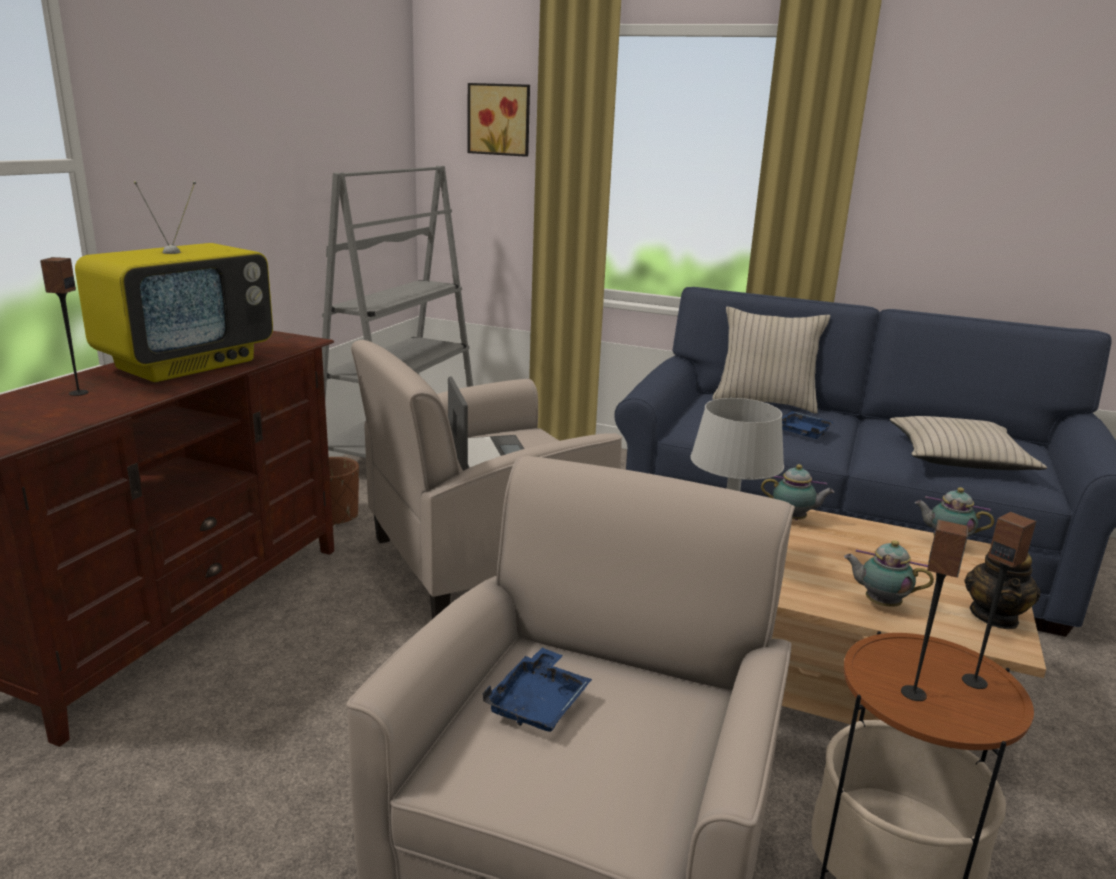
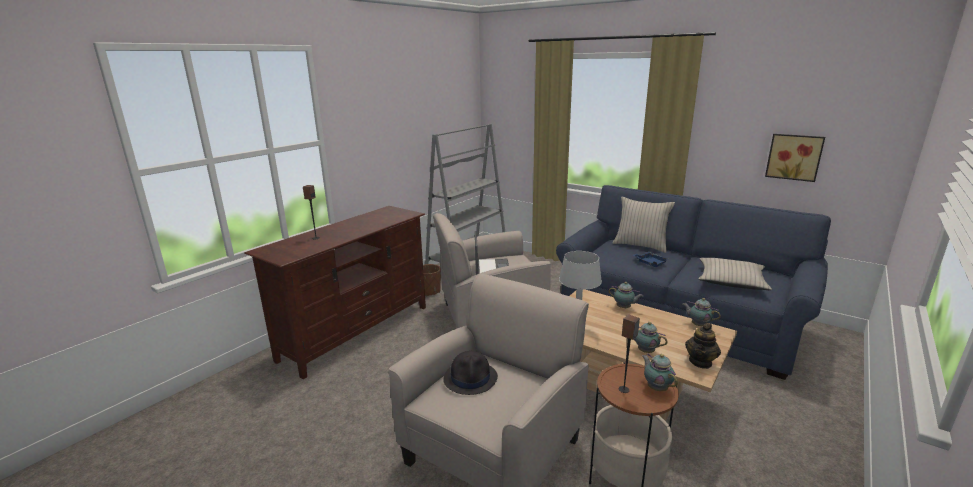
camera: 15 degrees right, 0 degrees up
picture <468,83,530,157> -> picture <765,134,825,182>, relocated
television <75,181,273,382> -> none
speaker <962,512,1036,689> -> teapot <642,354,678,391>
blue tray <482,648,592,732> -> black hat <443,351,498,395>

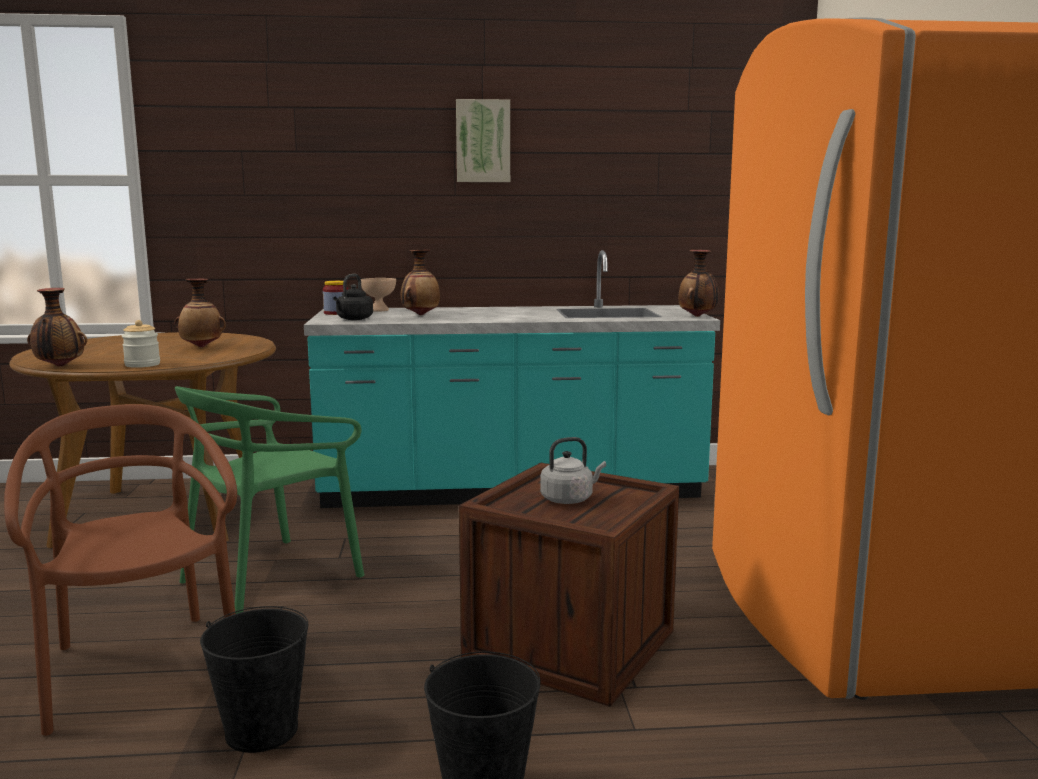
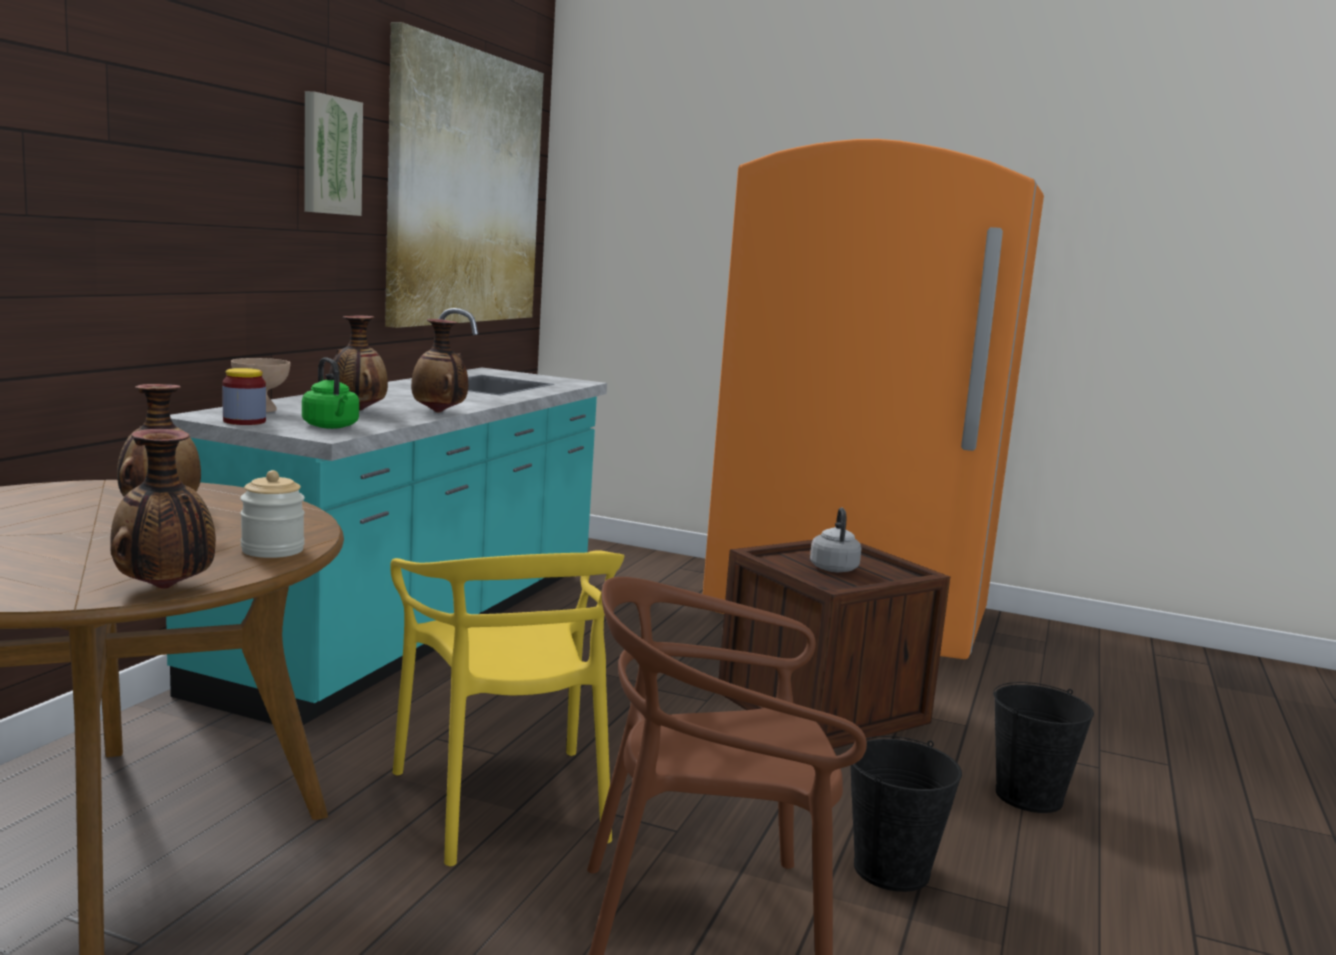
camera: 65 degrees left, 0 degrees up
vase <678,250,719,317> -> vase <411,319,468,413>, relocated
black kettle <333,274,373,320> -> green kettle <302,357,359,429>
green chair <175,386,364,614> -> yellow chair <390,550,625,866>
none -> picture <385,22,544,328>

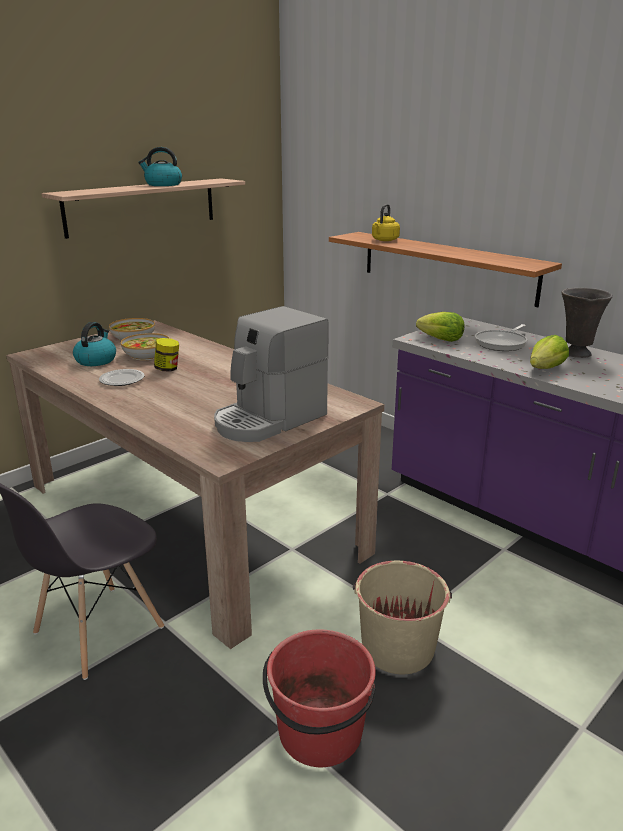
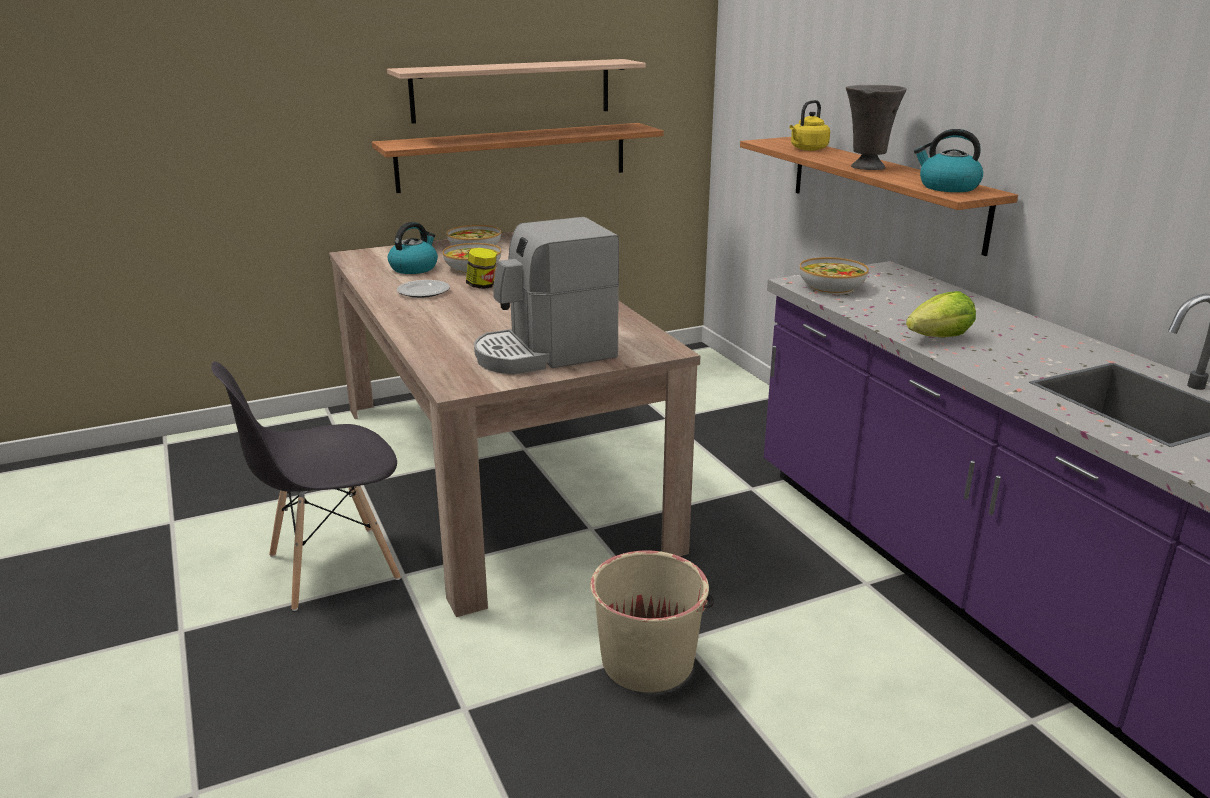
camera: 20 degrees right, 0 degrees up
kettle <138,147,182,186> -> kettle <914,129,983,192>, relocated
grey vase <561,288,613,358> -> grey vase <846,85,906,170>, relocated
lettuce <416,312,465,342> -> bowl <799,257,869,294>
frying pan <475,324,527,351> -> none
red bucket <263,629,376,767> -> none
none -> shelf <372,123,664,193>

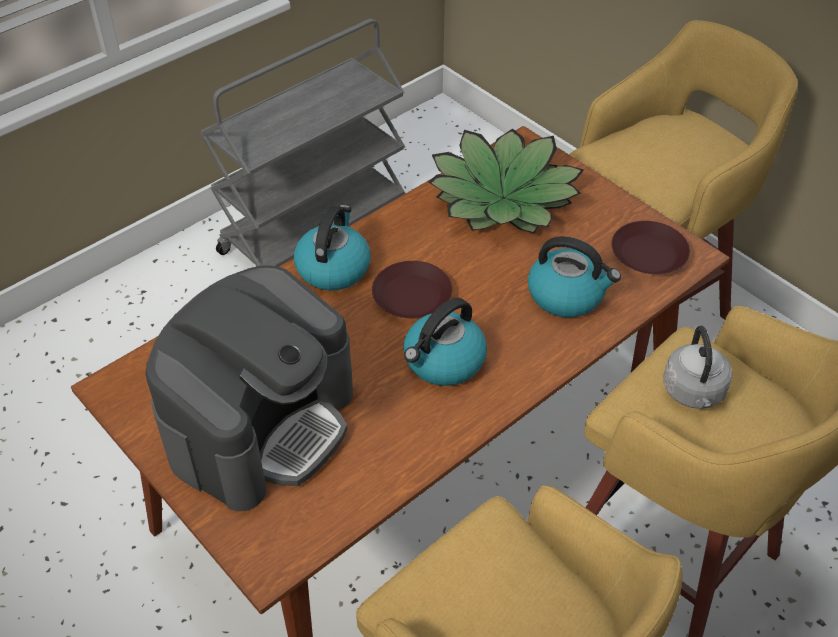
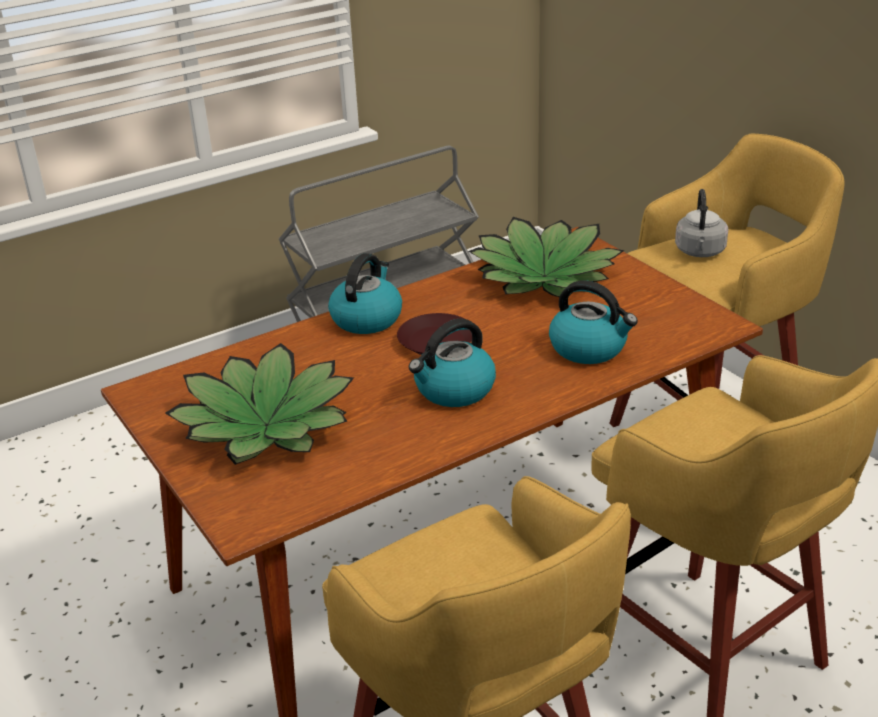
camera: 10 degrees right, 15 degrees down
brown plate <612,221,690,274> -> none
coffee machine <145,265,353,511> -> potted plant <165,343,354,465>
grey kettle <663,326,732,409> -> grey kettle <675,189,728,257>, relocated

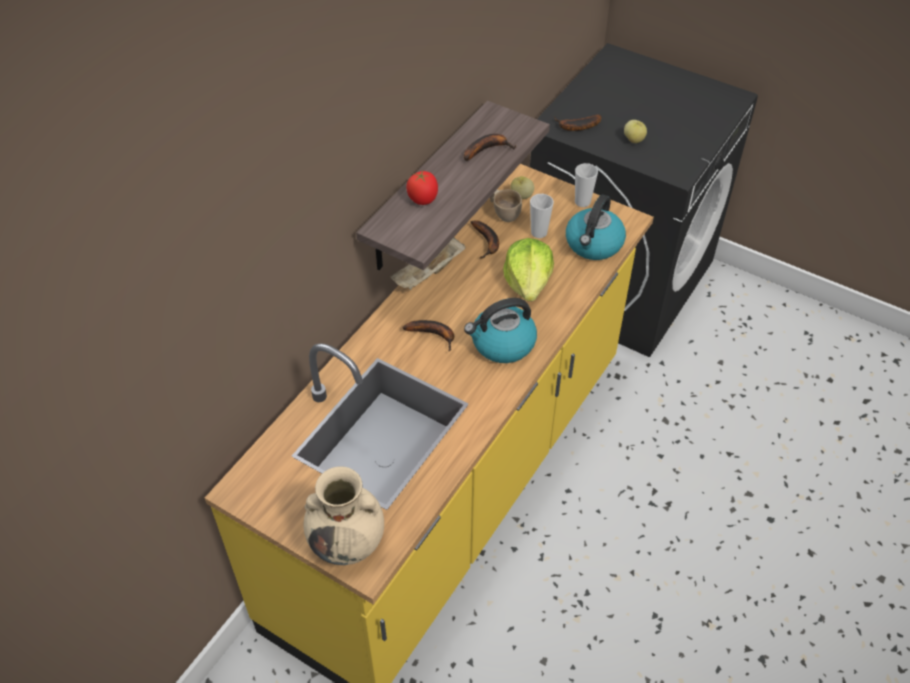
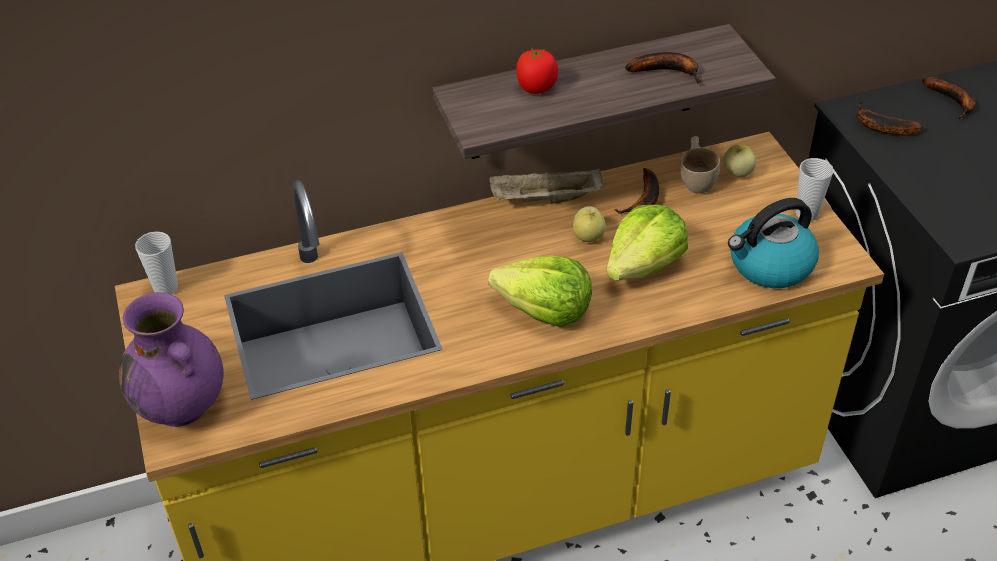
camera: 40 degrees right, 5 degrees down
apple <624,120,647,143> -> apple <573,206,606,242>, relocated
cup <530,194,554,238> -> cup <135,231,178,295>, relocated
kettle <464,298,537,363> -> lettuce <488,256,592,327>
banana <403,320,454,351> -> banana <922,77,976,119>, relocated
beige vase <304,466,384,565> -> purple vase <119,292,224,427>

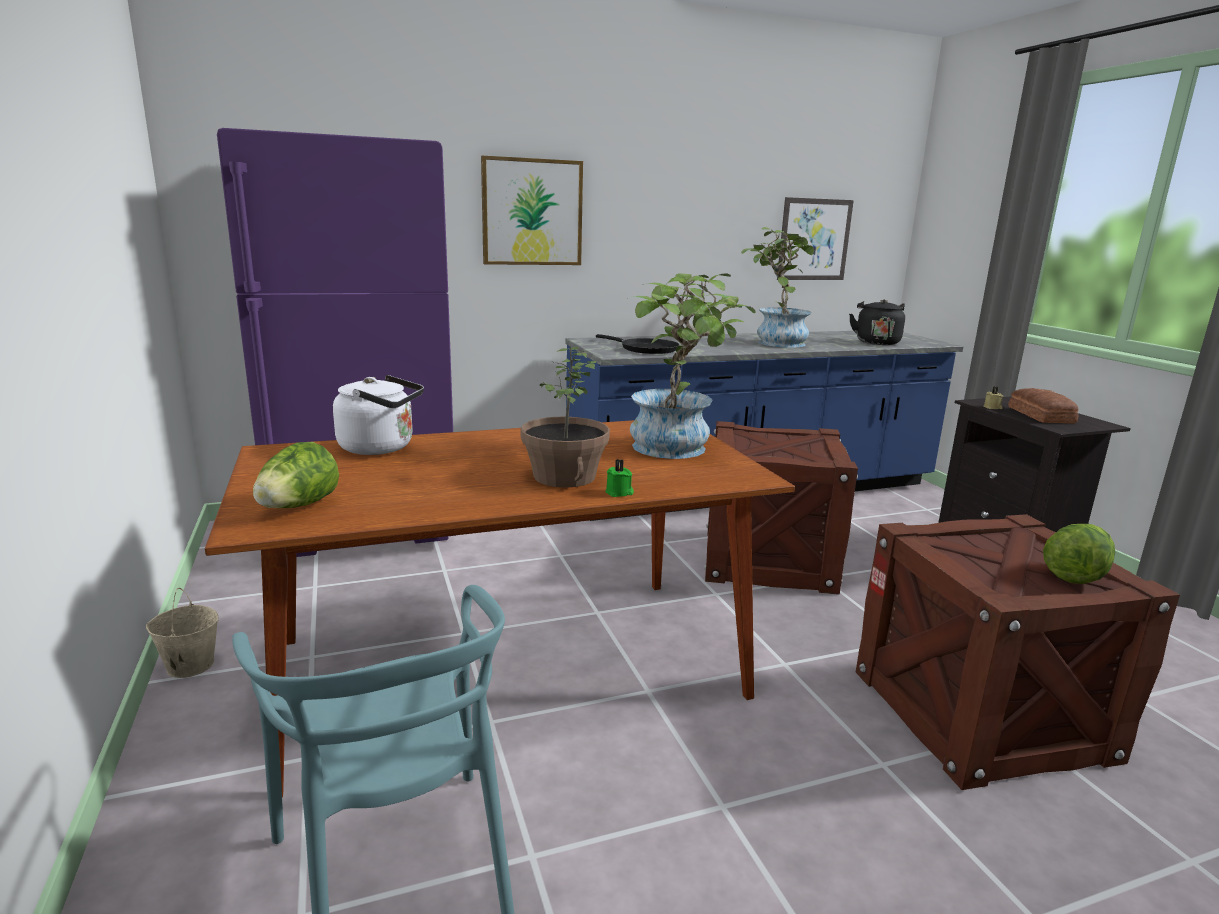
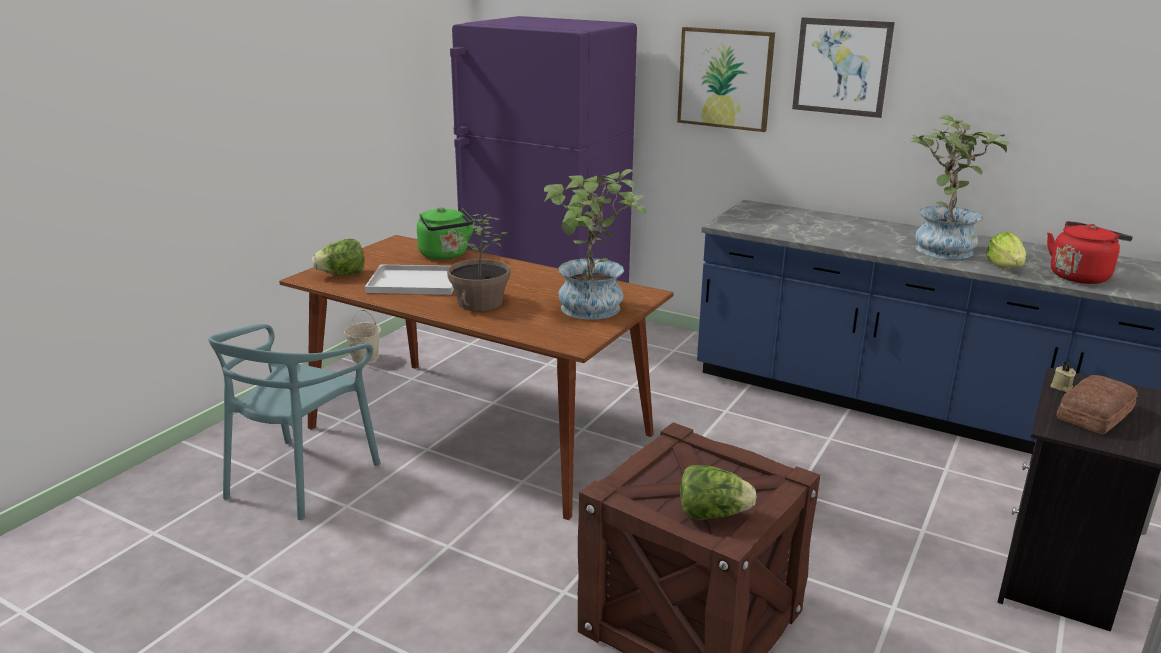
camera: 50 degrees right, 5 degrees up
picture <777,197,854,280> -> picture <792,17,895,118>, relocated
black kettle <849,299,905,345> -> red kettle <1047,221,1133,284>
black frying pan <596,334,679,354> -> none
white kettle <333,375,424,455> -> green kettle <417,207,475,260>
crate <704,421,858,595> -> none
green candle <605,459,634,497> -> none
none -> lettuce <986,231,1026,268>
none -> white tray <365,264,454,295>

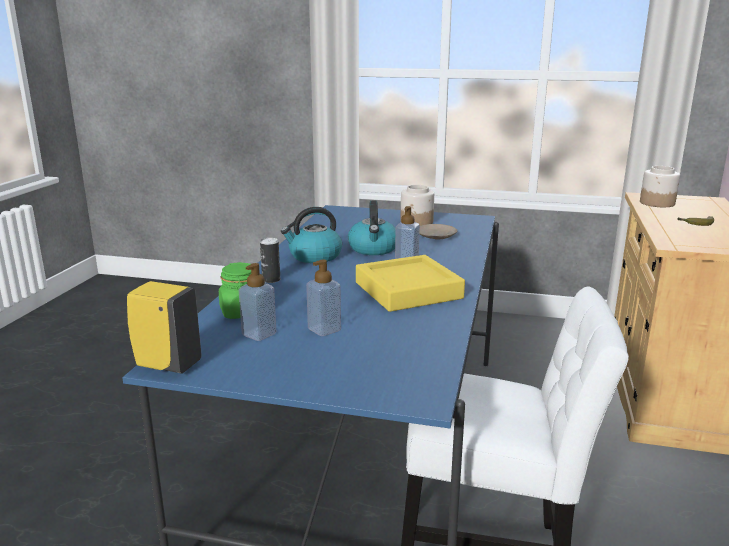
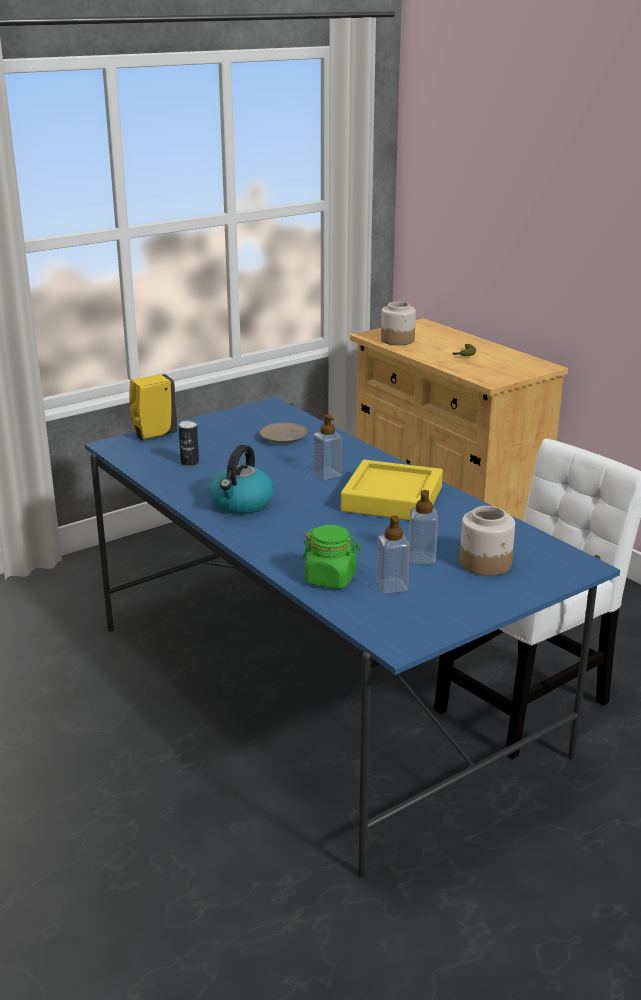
camera: 50 degrees left, 5 degrees up
jar <400,185,434,226> -> jar <460,506,515,576>, relocated
kettle <348,201,396,255> -> none
can <260,238,280,283> -> can <178,420,199,466>, relocated
yellow soap dispenser <127,281,202,374> -> yellow soap dispenser <129,374,177,440>, relocated

